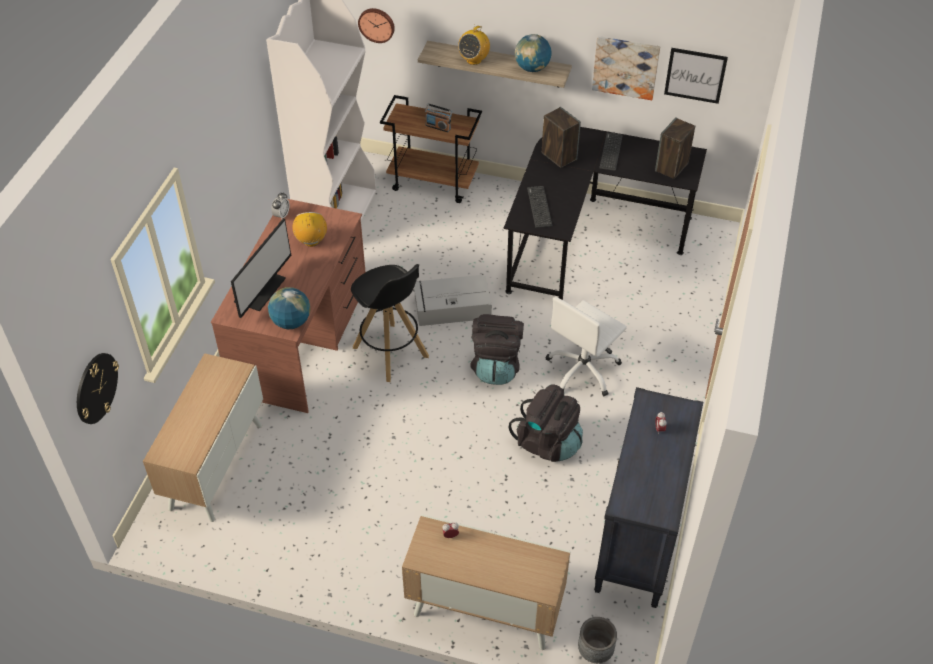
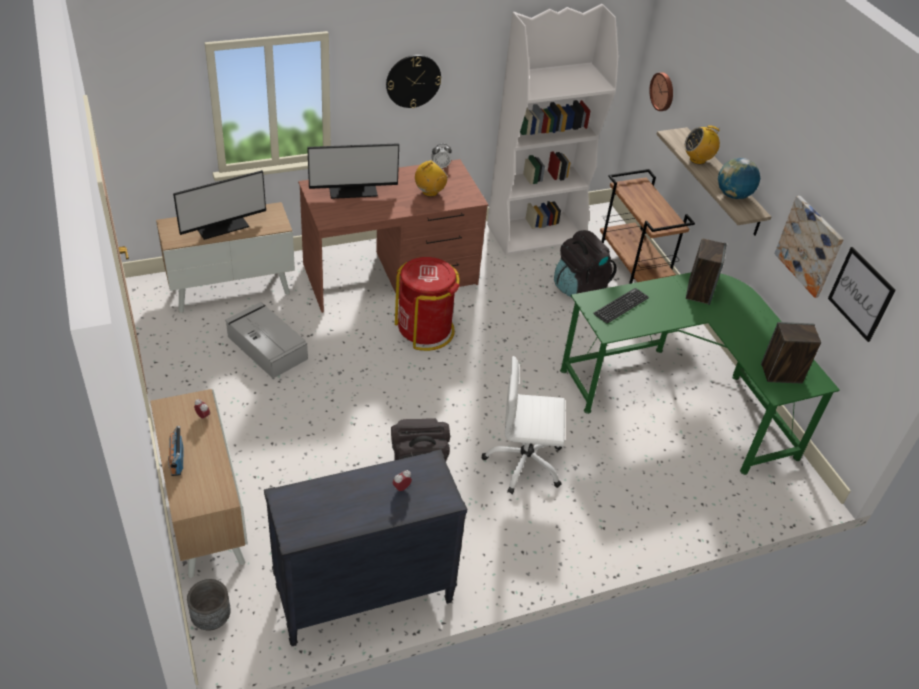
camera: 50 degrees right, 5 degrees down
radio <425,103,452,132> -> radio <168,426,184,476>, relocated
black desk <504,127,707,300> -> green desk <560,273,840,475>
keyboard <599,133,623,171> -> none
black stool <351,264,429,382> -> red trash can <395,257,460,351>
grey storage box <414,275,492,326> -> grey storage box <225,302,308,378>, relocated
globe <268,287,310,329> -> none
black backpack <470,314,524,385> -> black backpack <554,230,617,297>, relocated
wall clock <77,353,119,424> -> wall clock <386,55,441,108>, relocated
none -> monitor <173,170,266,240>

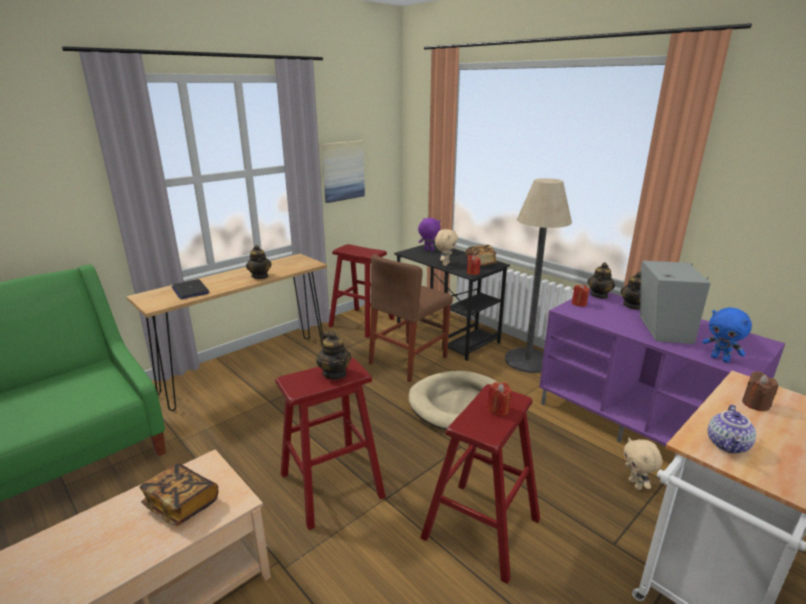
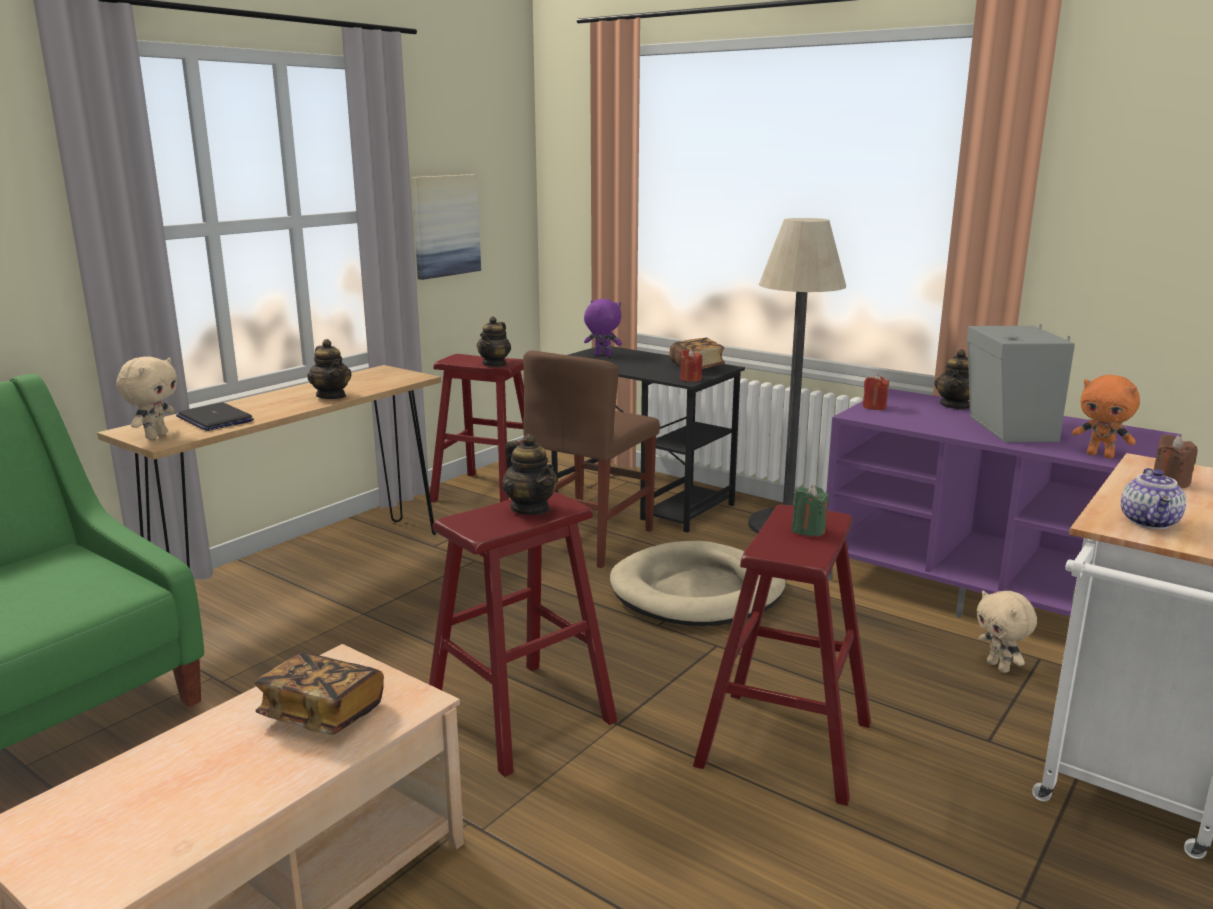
camera: 10 degrees left, 5 degrees down
beige plush toy <435,229,458,266> -> beige plush toy <116,356,177,439>, relocated
teapot <587,262,615,299> -> teapot <477,316,511,367>, relocated
blue plush toy <702,307,752,363> -> orange plush toy <1072,375,1140,458>
red candle <487,382,512,416> -> green candle <792,485,829,537>

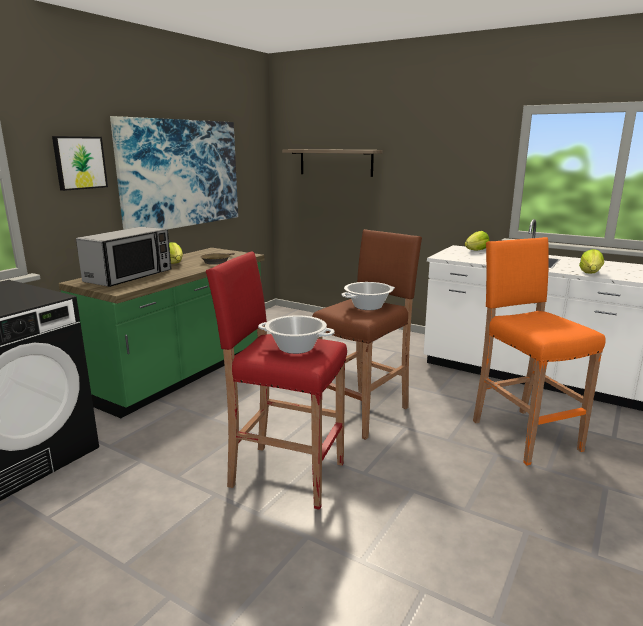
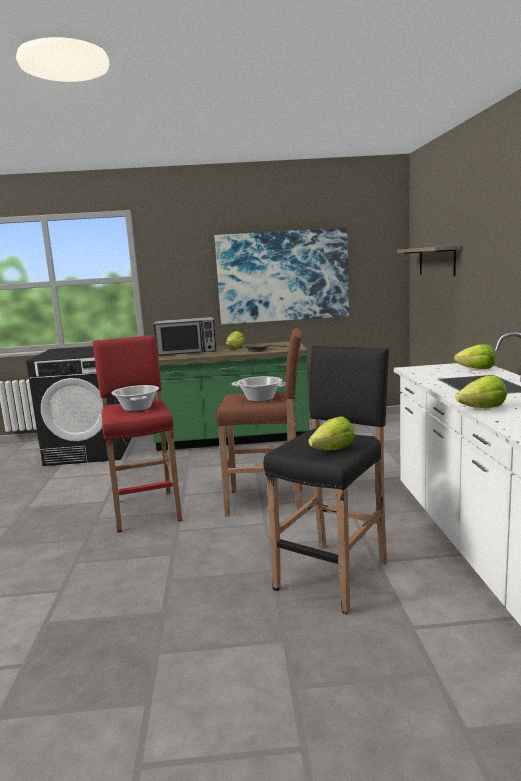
camera: 55 degrees right, 5 degrees down
picture <52,136,108,191> -> none
orange stool <473,237,606,465> -> black stool <263,346,389,614>
none -> lettuce <308,416,354,450>

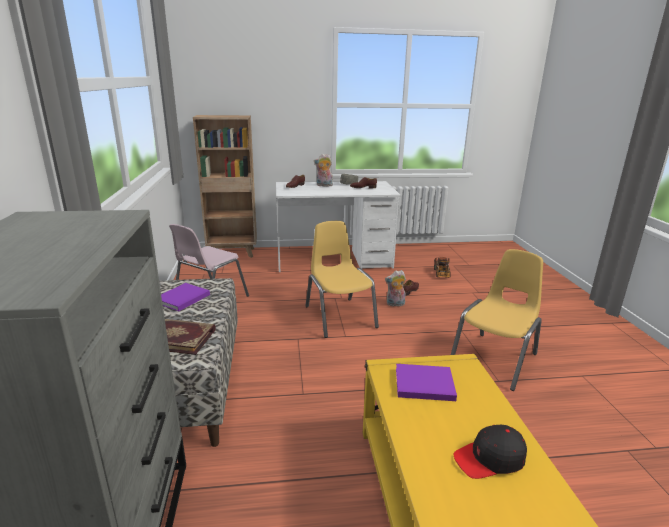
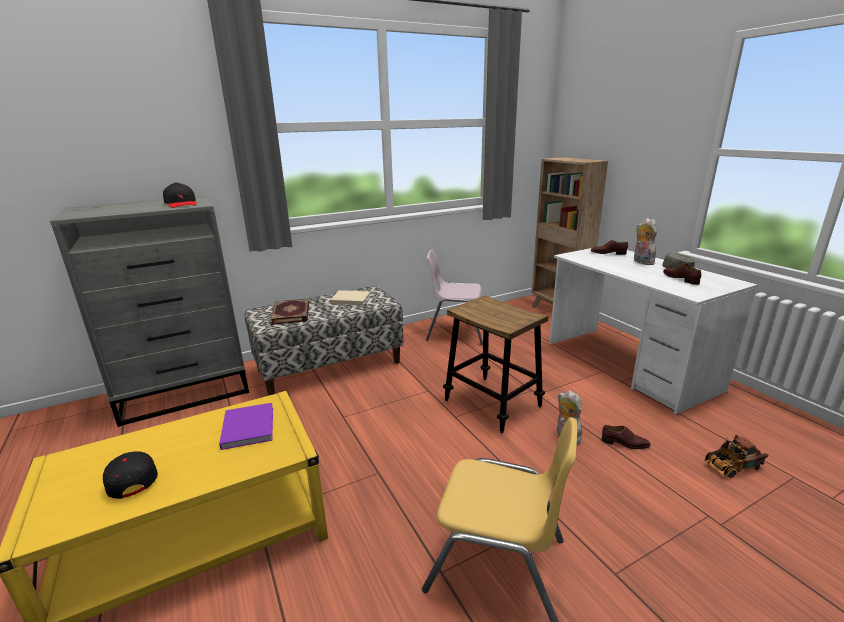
camera: 70 degrees right, 0 degrees up
yellow chair <305,221,379,338> -> stool <443,295,549,433>
purple book <161,283,210,311> -> beige book <330,290,371,305>
none -> black cap <163,182,197,208>

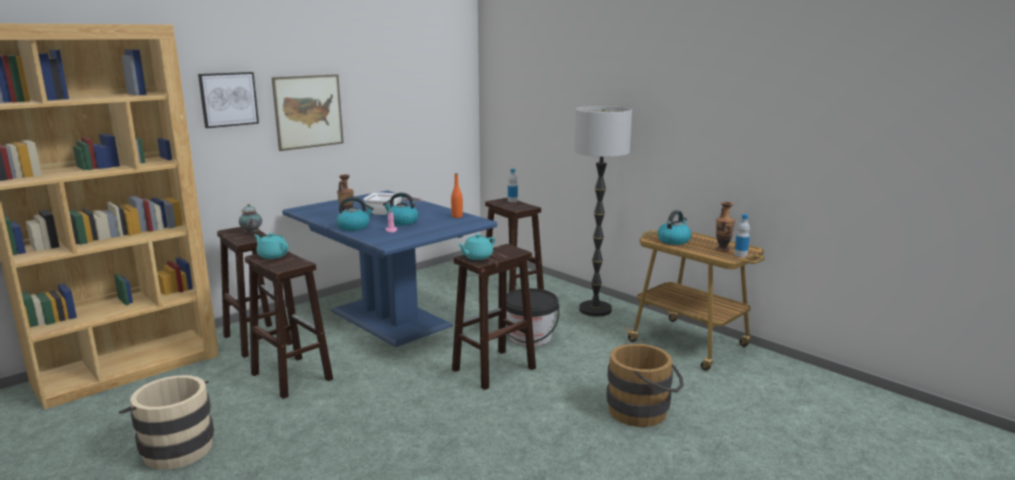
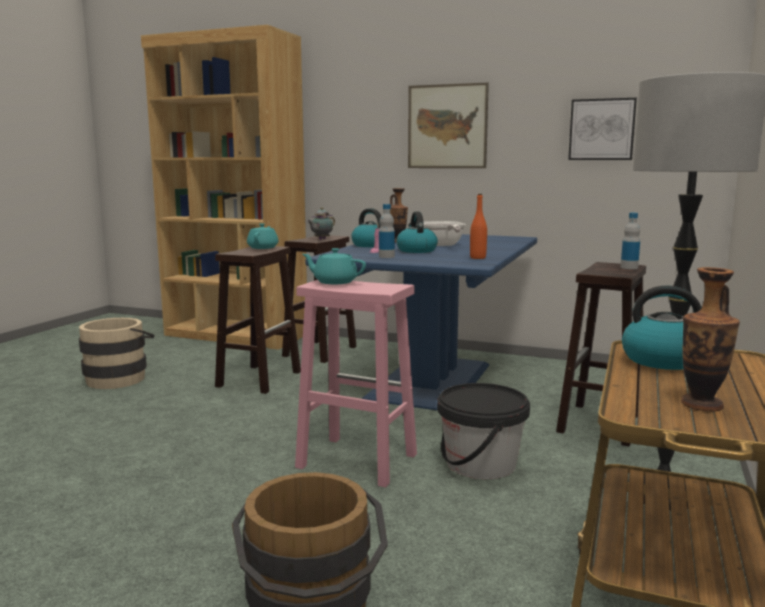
camera: 65 degrees right, 5 degrees down
picture <198,72,259,128> -> picture <568,98,637,160>, relocated
bottle <734,214,750,257> -> bottle <379,204,395,258>, relocated
brown stool <452,244,536,390> -> pink stool <295,280,417,488>

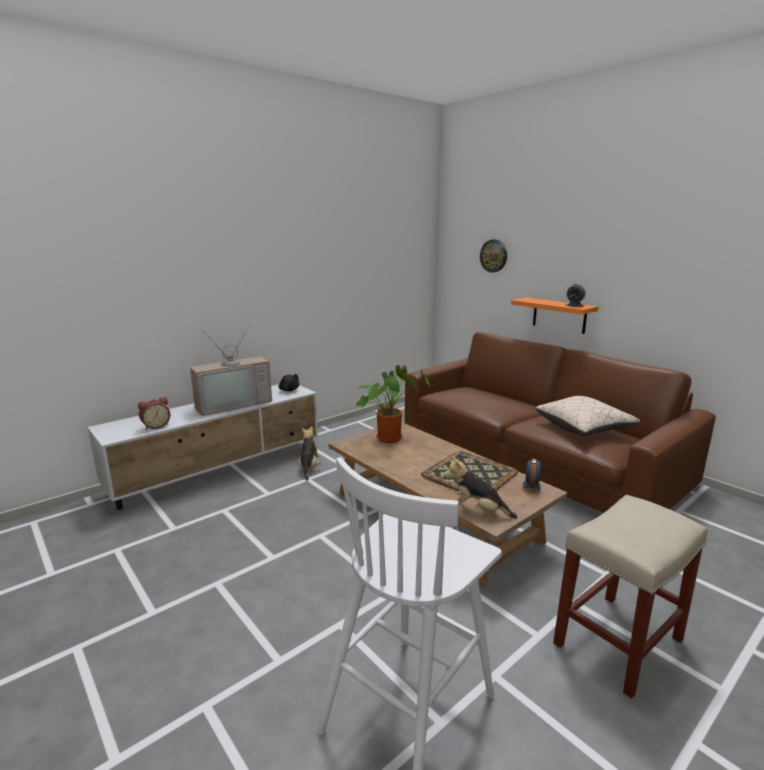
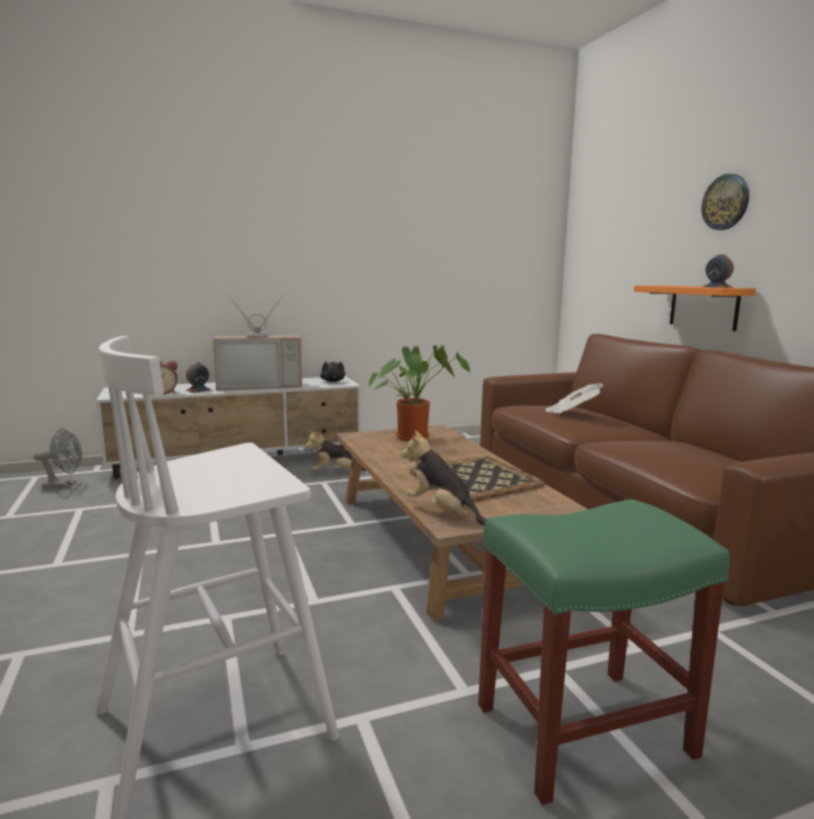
camera: 20 degrees right, 5 degrees down
wall clock <480,239,507,273> -> wall clock <701,174,749,230>, relocated
beige pillow <536,396,640,436> -> none
plush toy <298,426,321,481> -> plush toy <305,430,366,471>, 120 degrees counterclockwise
alarm clock <523,459,541,494> -> alarm clock <186,363,211,393>, relocated
beige stool <553,495,707,699> -> green stool <478,499,730,805>
none -> newspaper <545,383,603,414>
none -> grey fan <34,428,82,489>

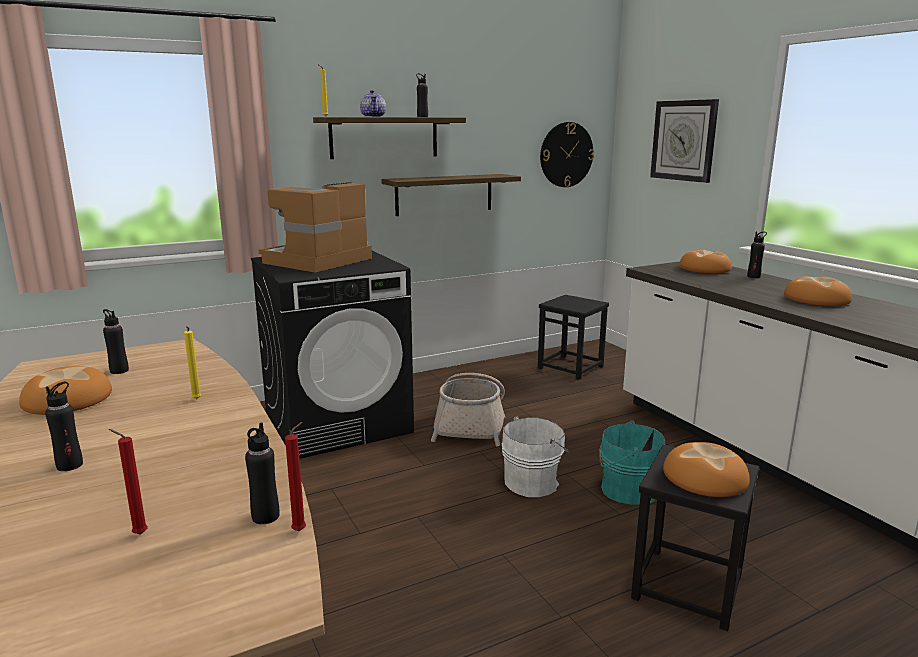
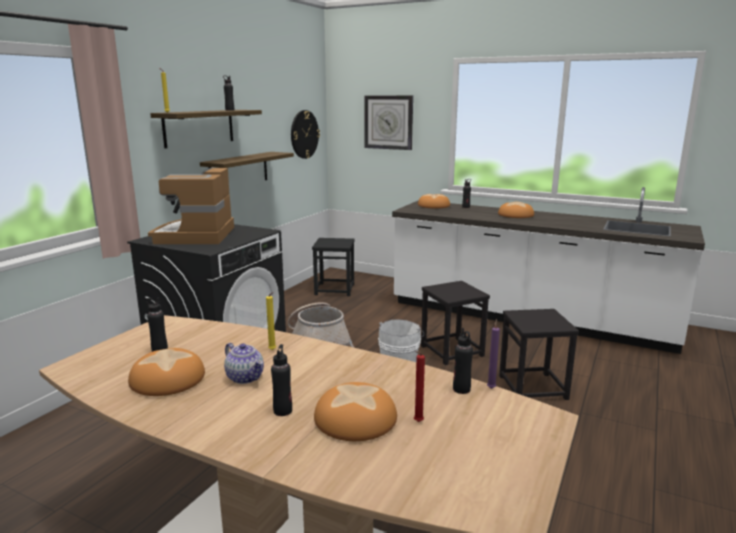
camera: 35 degrees left, 0 degrees up
teapot <360,90,386,117> -> teapot <224,343,264,384>, relocated
turquoise bucket <599,420,666,505> -> black stool <421,281,490,365>
red candle <285,422,306,531> -> purple candle <487,319,500,389>
bread <663,442,750,497> -> bread <314,382,397,441>, relocated

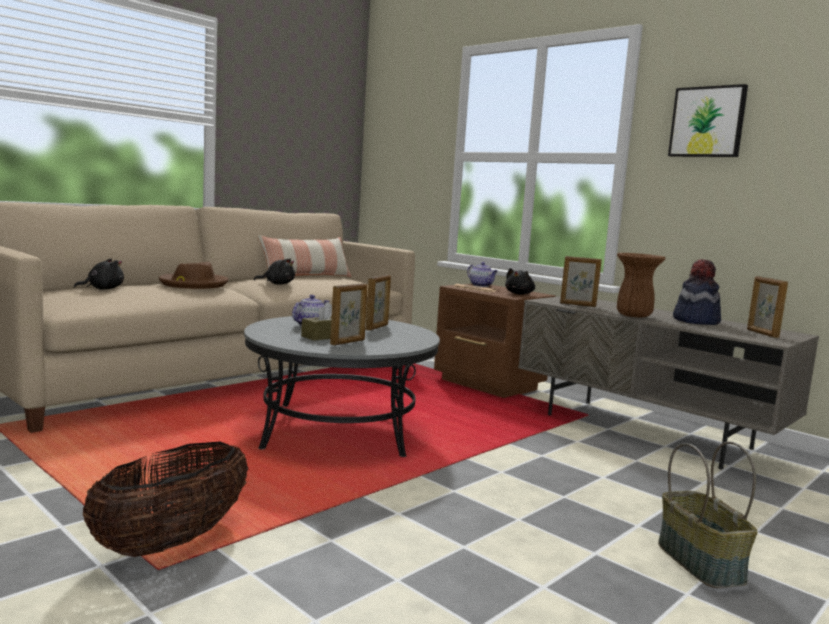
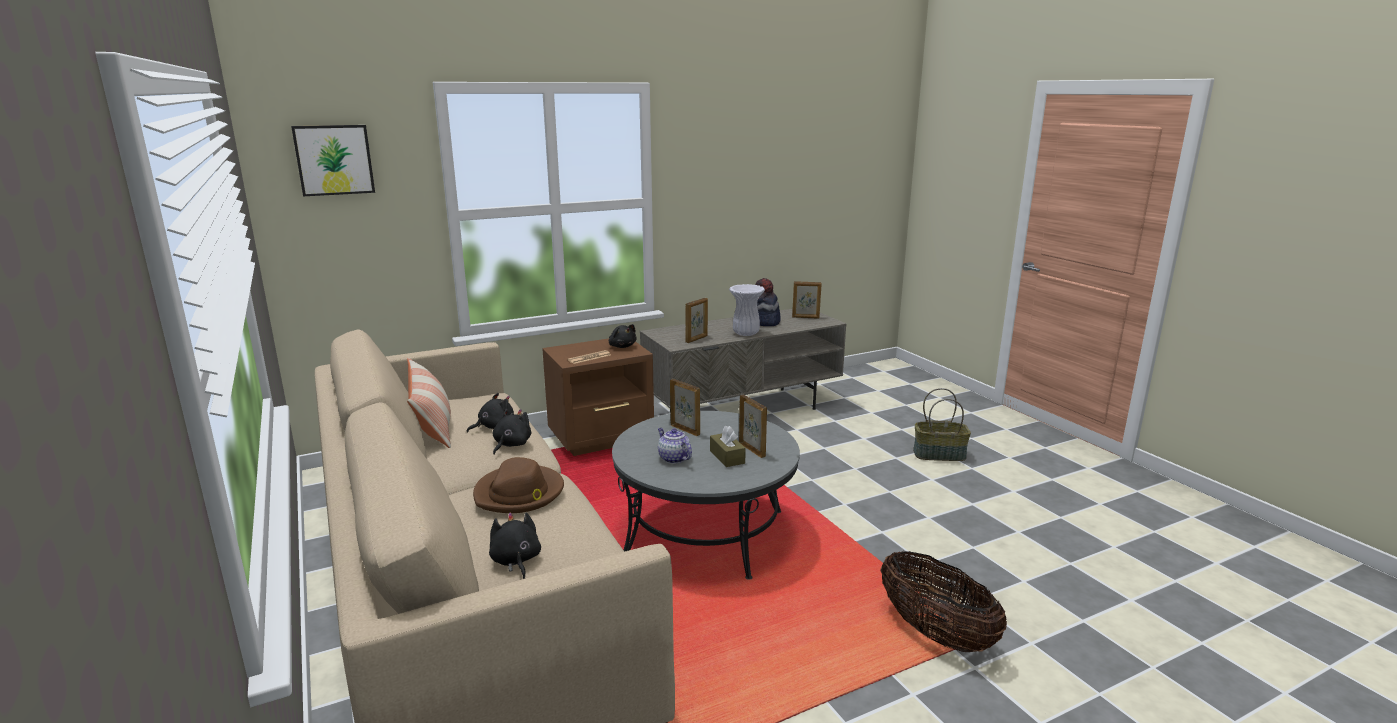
camera: 70 degrees left, 10 degrees up
picture <668,84,748,157> -> picture <291,125,375,196>, relocated
brown vase <617,253,665,318> -> white vase <729,284,765,336>
teapot <467,262,498,287> -> none
none -> black plush toy <467,393,514,433>

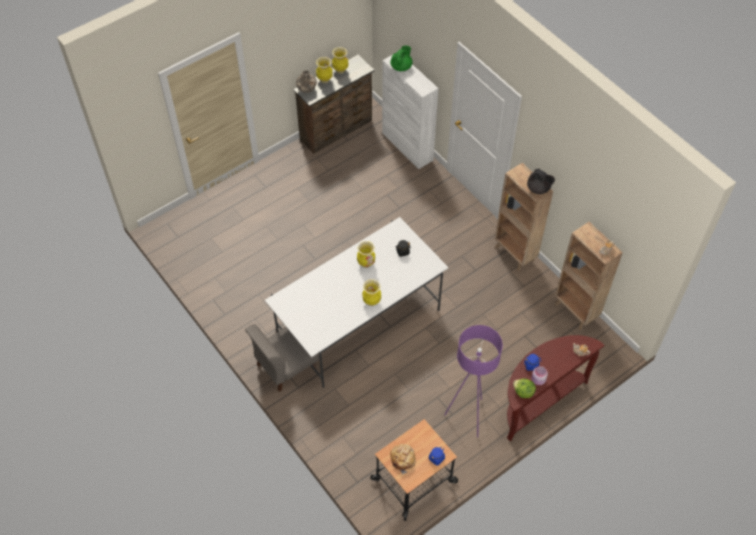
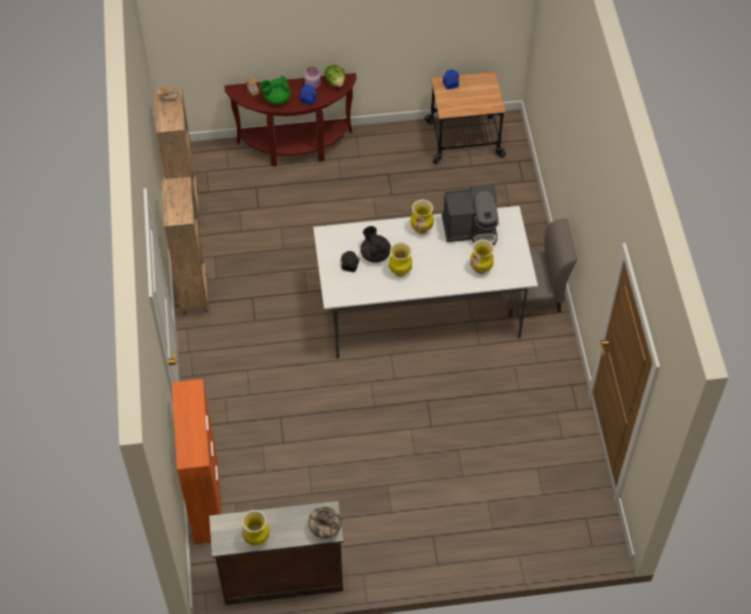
camera: 150 degrees left, 0 degrees up
green teapot <390,46,413,71> -> green teapot <260,76,291,104>, relocated
white cabinet <382,53,439,169> -> orange cabinet <172,379,222,544>
vase <316,57,333,83> -> vase <470,240,494,274>, relocated
black teapot <527,169,555,194> -> black teapot <360,226,391,263>, relocated
purple floor lamp <444,325,503,437> -> none
bread <390,444,416,474> -> none
none -> coffee machine <442,184,499,245>

